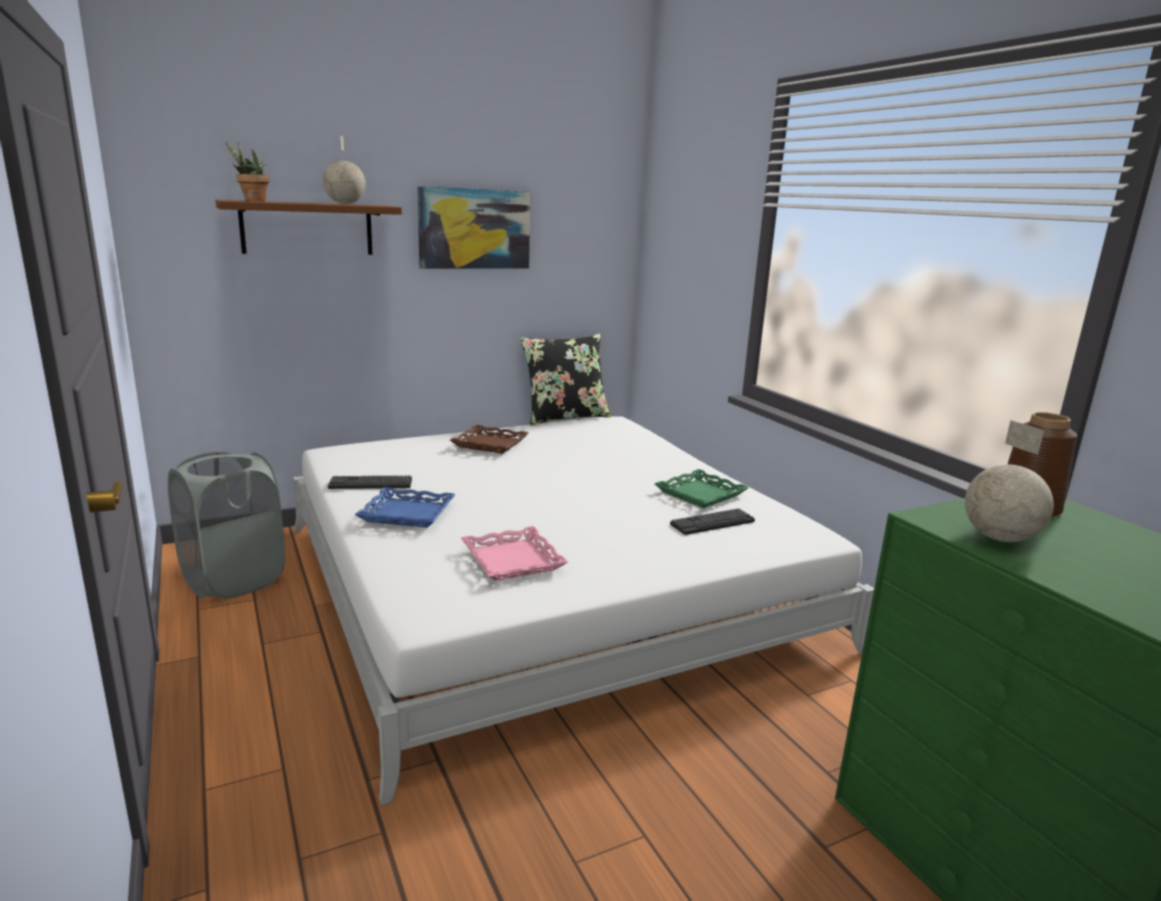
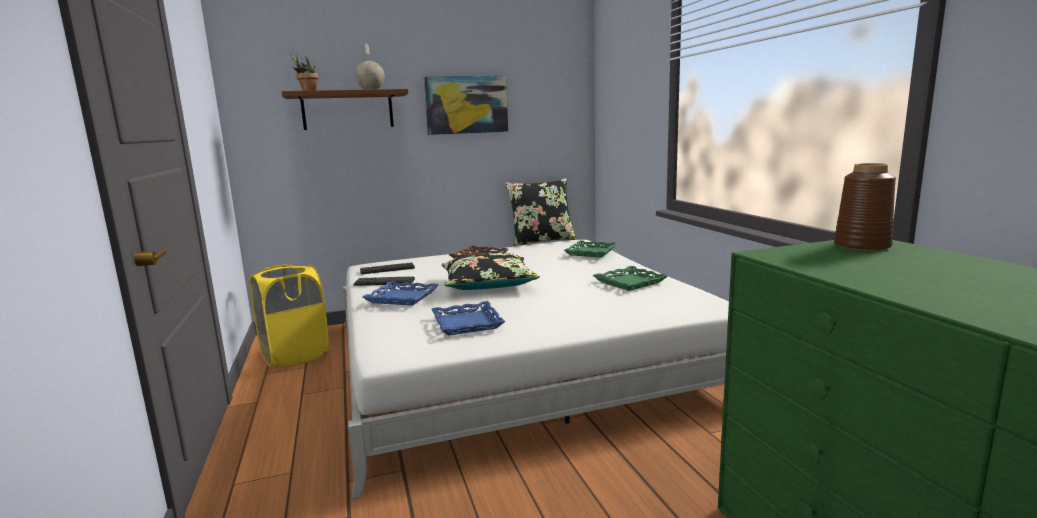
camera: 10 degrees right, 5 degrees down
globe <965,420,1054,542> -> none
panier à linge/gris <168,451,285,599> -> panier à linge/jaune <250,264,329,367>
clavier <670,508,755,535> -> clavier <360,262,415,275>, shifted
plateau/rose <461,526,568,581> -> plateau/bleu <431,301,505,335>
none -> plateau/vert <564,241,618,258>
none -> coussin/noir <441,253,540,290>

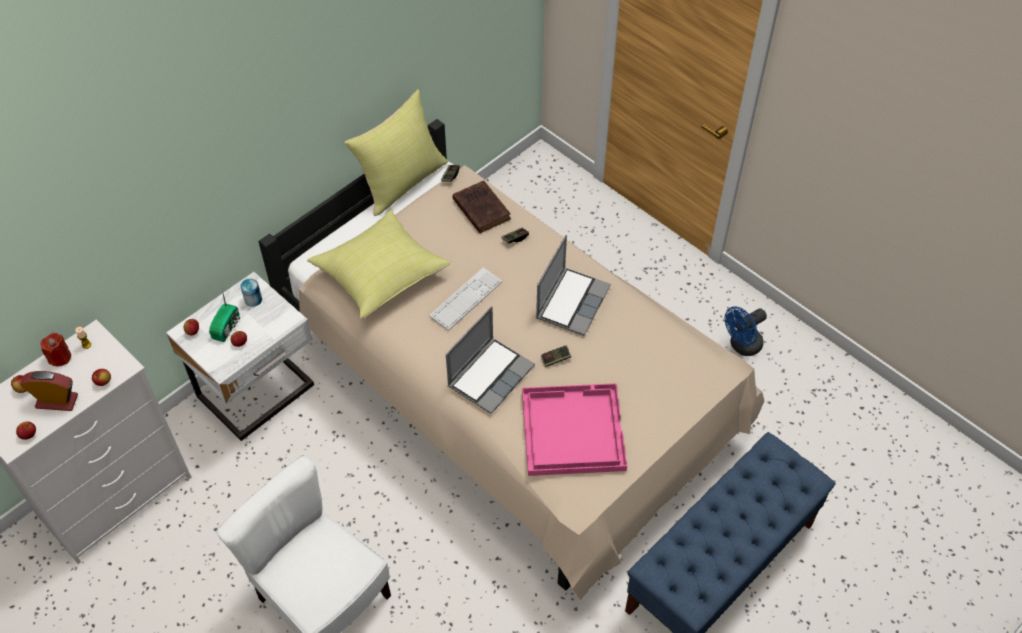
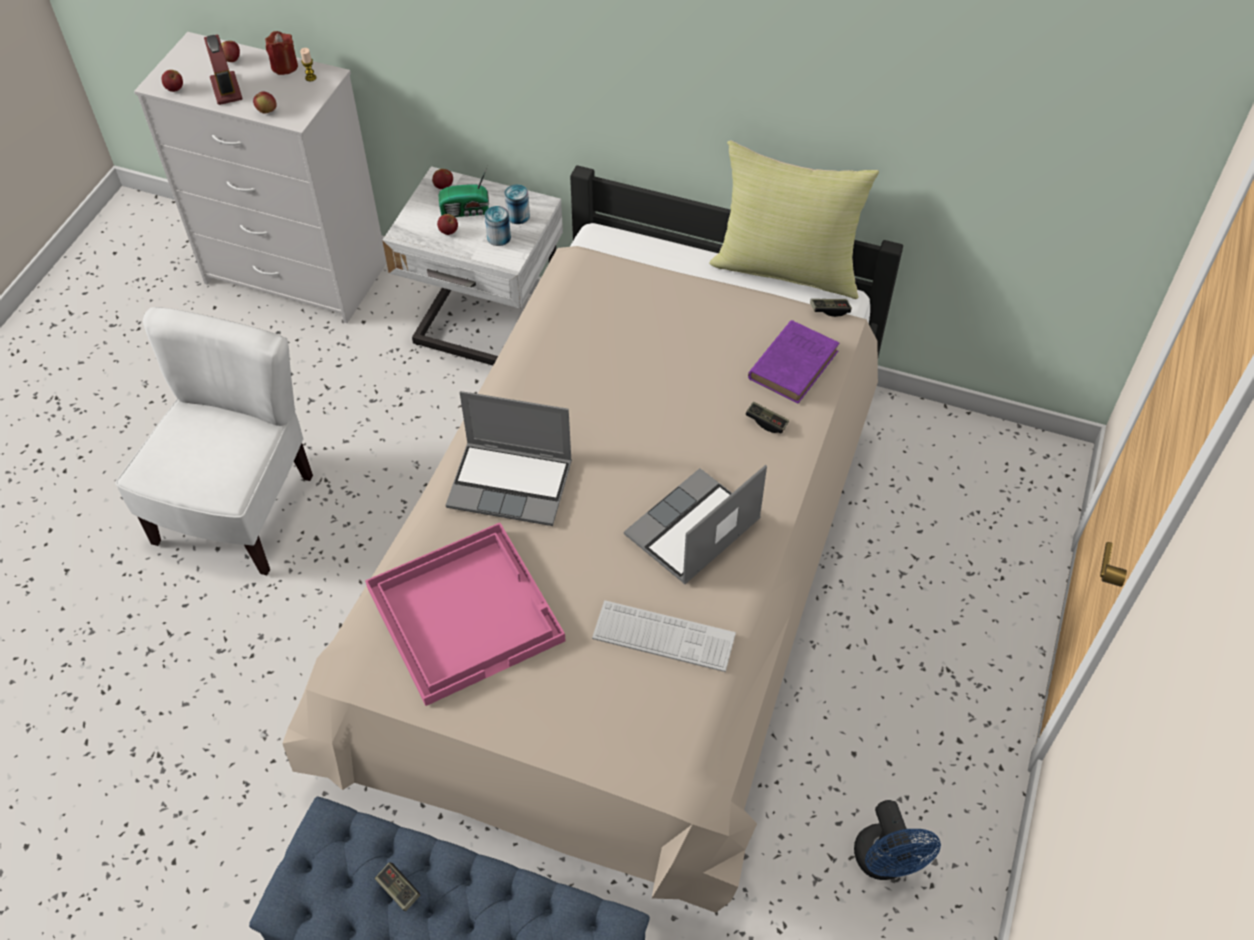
camera: 65 degrees right, 0 degrees up
livre/marron <452,181,511,233> -> livre/violet <748,320,840,403>
coussin/jaune <307,210,451,319> -> none
ordinateur portable <536,235,611,336> -> ordinateur portable <624,465,767,584>, 135 degrees clockwise
clavier <429,267,502,331> -> clavier <592,600,736,672>, shifted
ventilateur/bleu <725,306,767,356> -> ventilateur/bleu <854,800,941,880>, 135 degrees counterclockwise
manette <541,346,571,367> -> manette <375,863,420,911>, shifted
none -> boîte métallique <485,206,511,246>

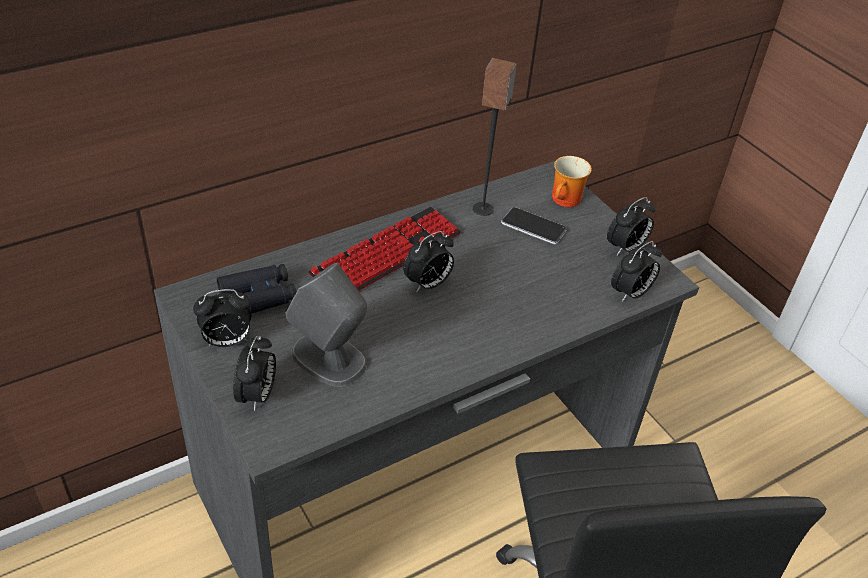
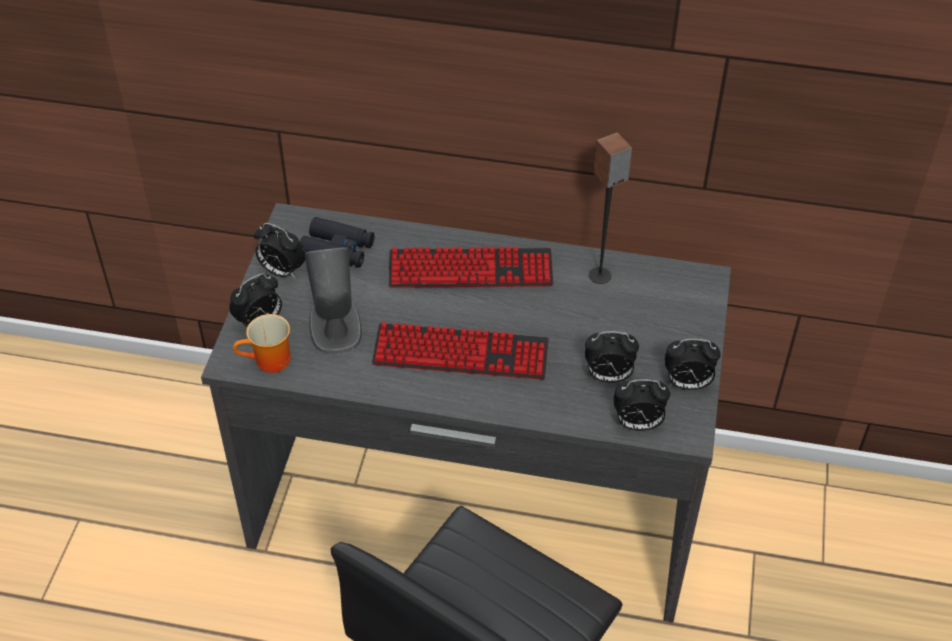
camera: 45 degrees right, 5 degrees up
mug <552,156,592,207> -> mug <233,314,291,373>, shifted
téléphone <501,207,567,244> -> none
réveil <403,231,454,292> -> réveil <585,331,639,383>, shifted
none -> clavier <372,322,549,380>

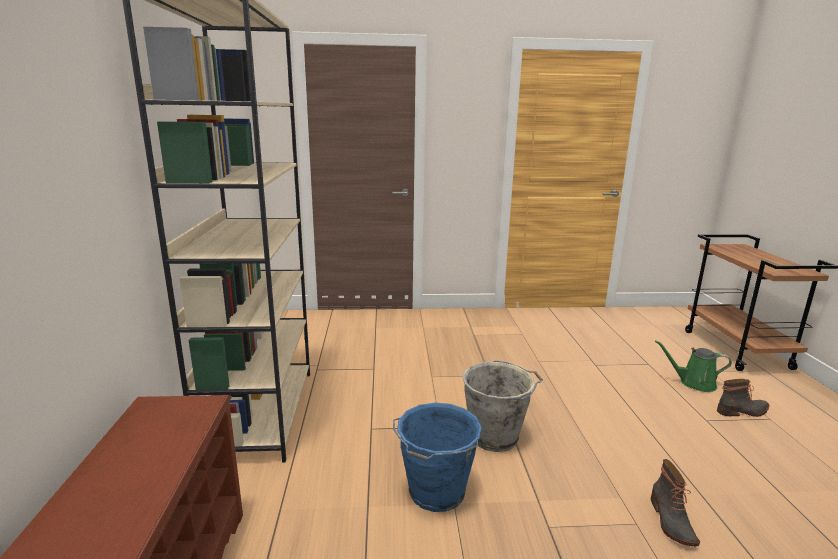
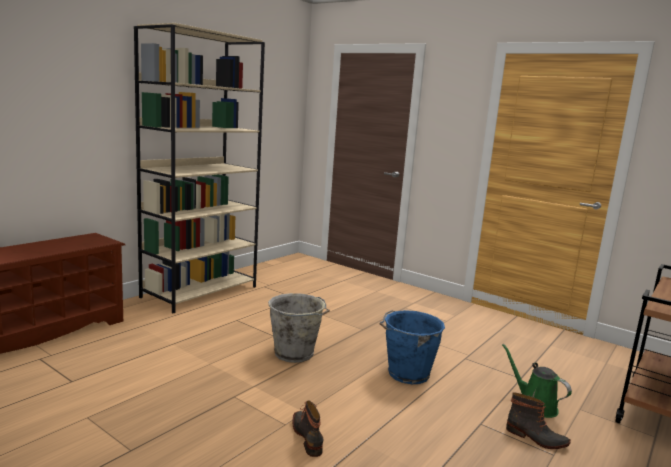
camera: 40 degrees right, 5 degrees down
seau/bleu <393,403,482,512> -> seau/bleu <379,310,445,384>, shifted
botte <651,459,700,546> -> botte <292,401,323,457>, 120 degrees clockwise

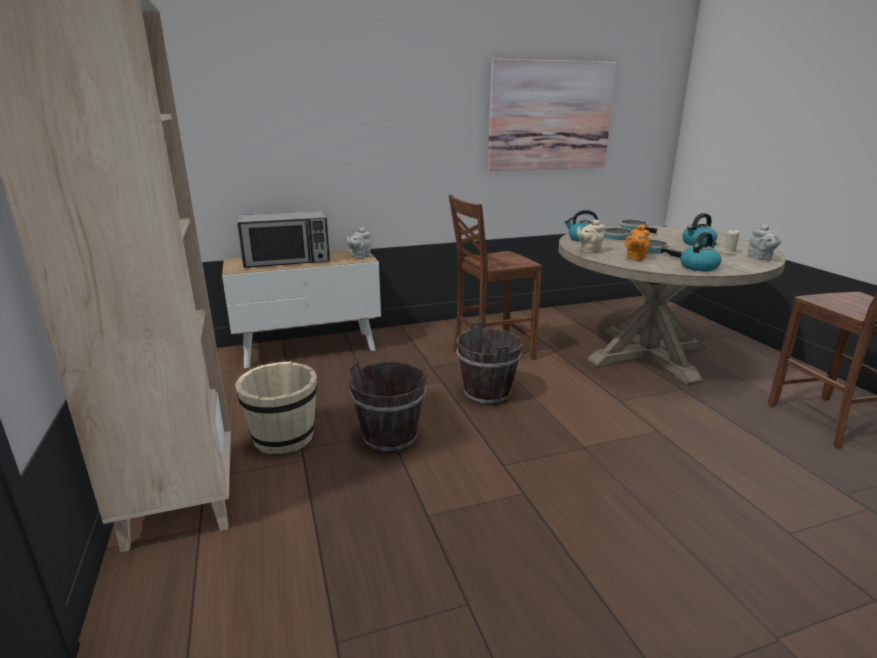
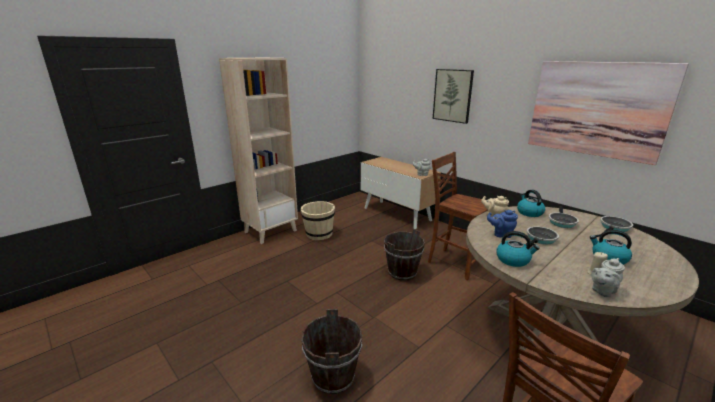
camera: 65 degrees right, 0 degrees up
micro-ondes <237,211,330,268> -> none
théière/orange <625,224,650,261> -> théière/bleu <487,210,518,238>
seau/marron <349,361,427,453> -> seau/marron <301,309,362,394>, shifted
none -> tableau <433,69,474,124>

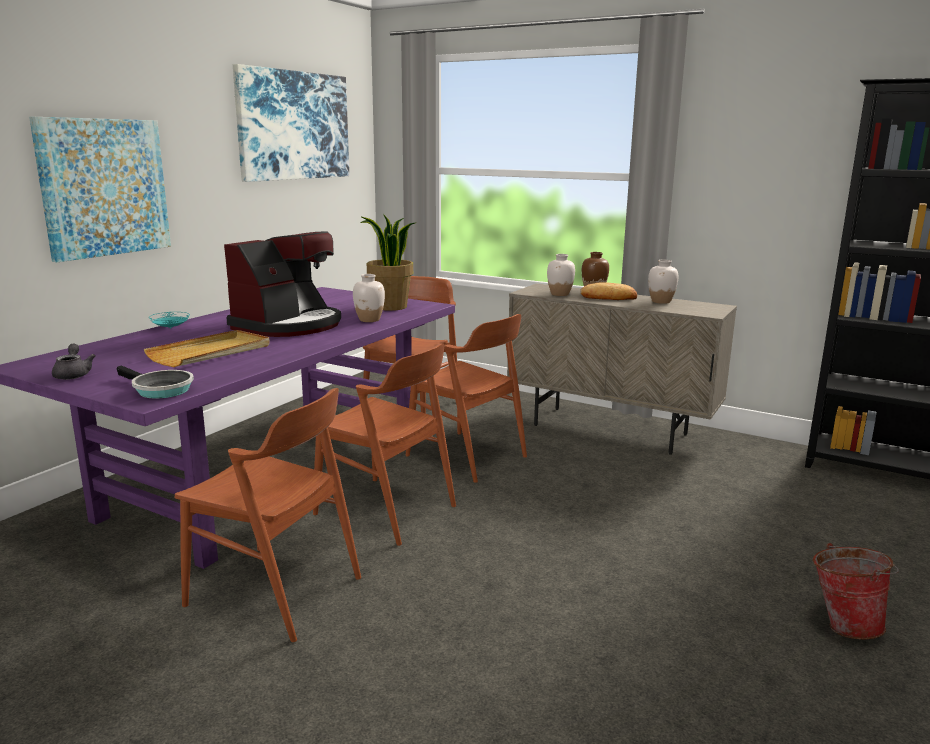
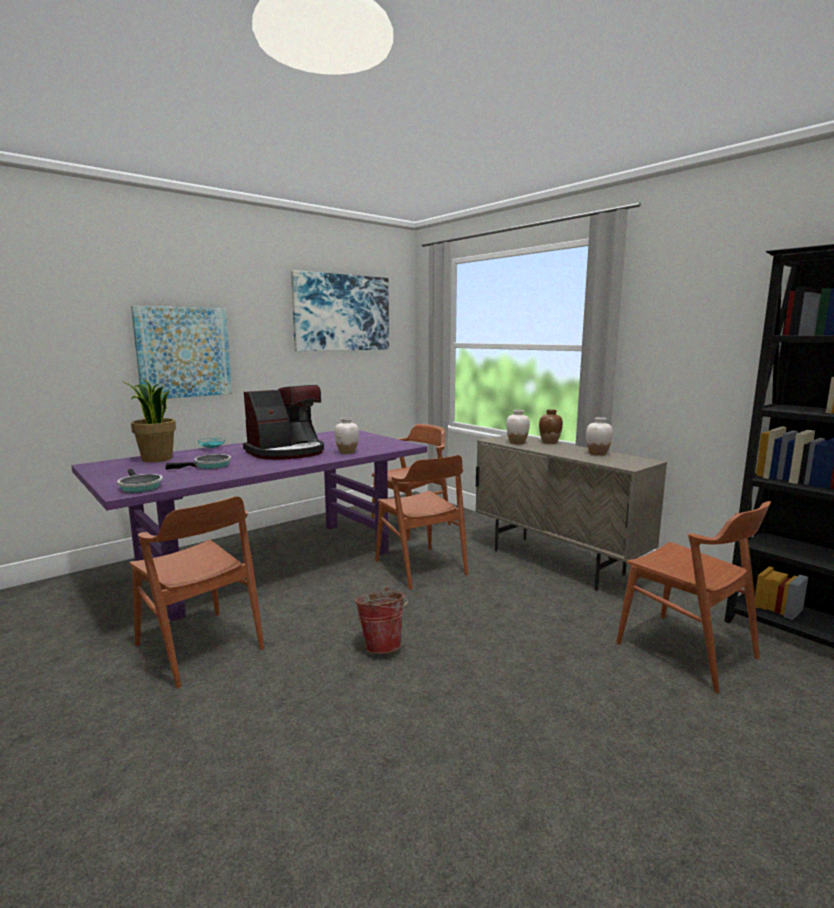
camera: 20 degrees right, 5 degrees down
plante en pot <360,214,417,311> -> plante en pot <122,379,176,462>, shifted
pain <580,282,637,300> -> none
plateau/beige <144,330,270,367> -> poêle <166,454,231,470>
chaise/marron <313,343,456,546> -> chaise/marron <616,501,771,693>, shifted
théière/gris <52,344,95,380> -> none
seau <813,543,899,639> -> seau <355,588,408,654>, shifted

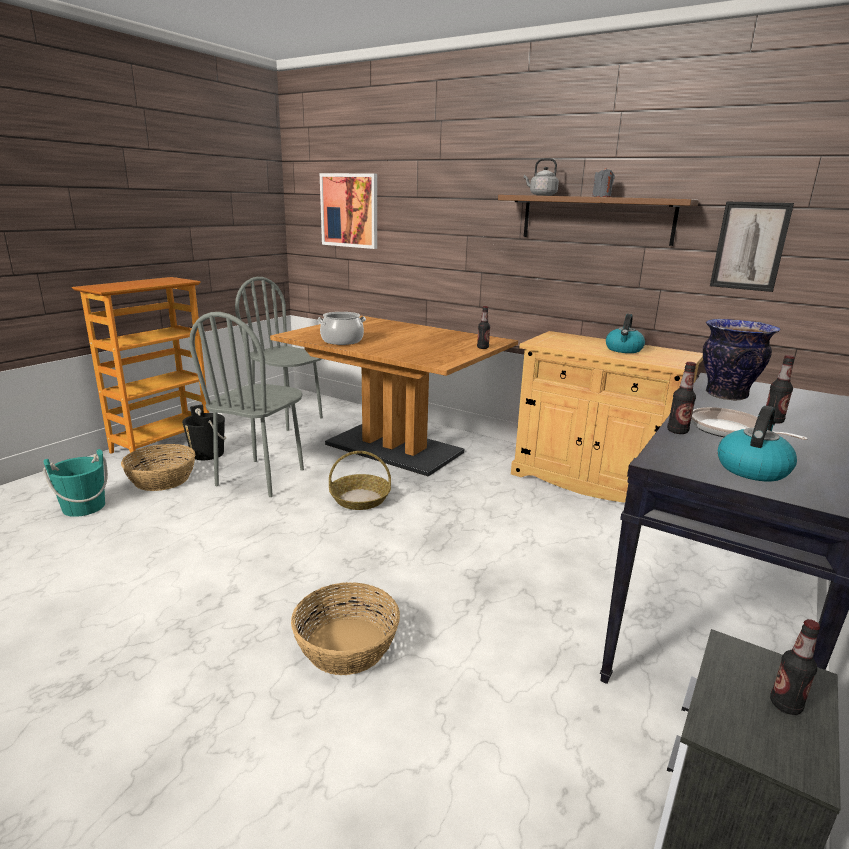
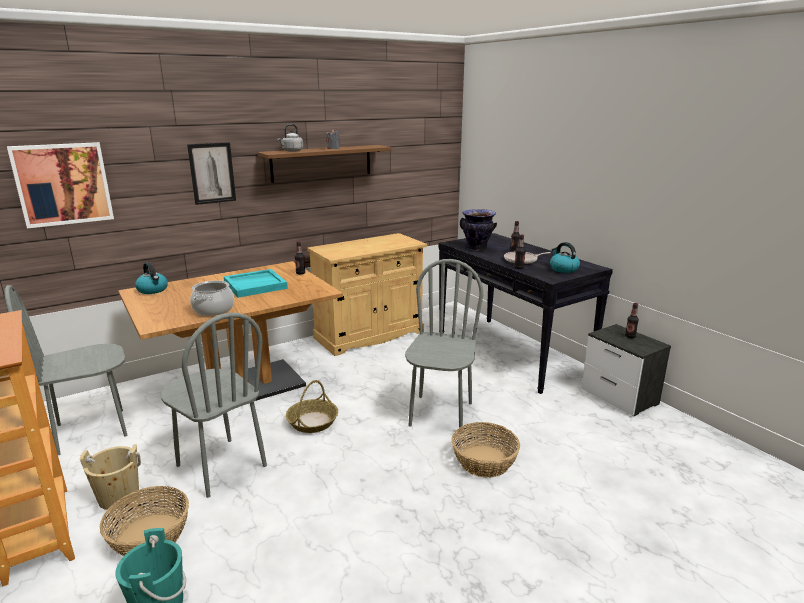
camera: 65 degrees left, 0 degrees up
tableau <710,201,794,292> -> tableau <187,142,236,205>, shifted
bouilloire <606,314,645,353> -> bouilloire <135,262,168,294>, shifted
seau/noir <182,405,226,460> -> seau/beige <80,444,141,510>
none -> chaise/gris <405,259,483,433>
none -> plateau/turquoise <224,269,288,298>

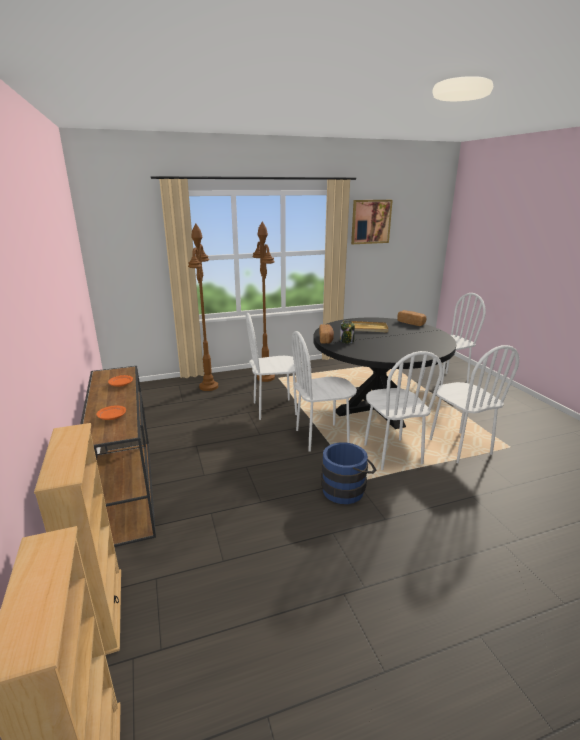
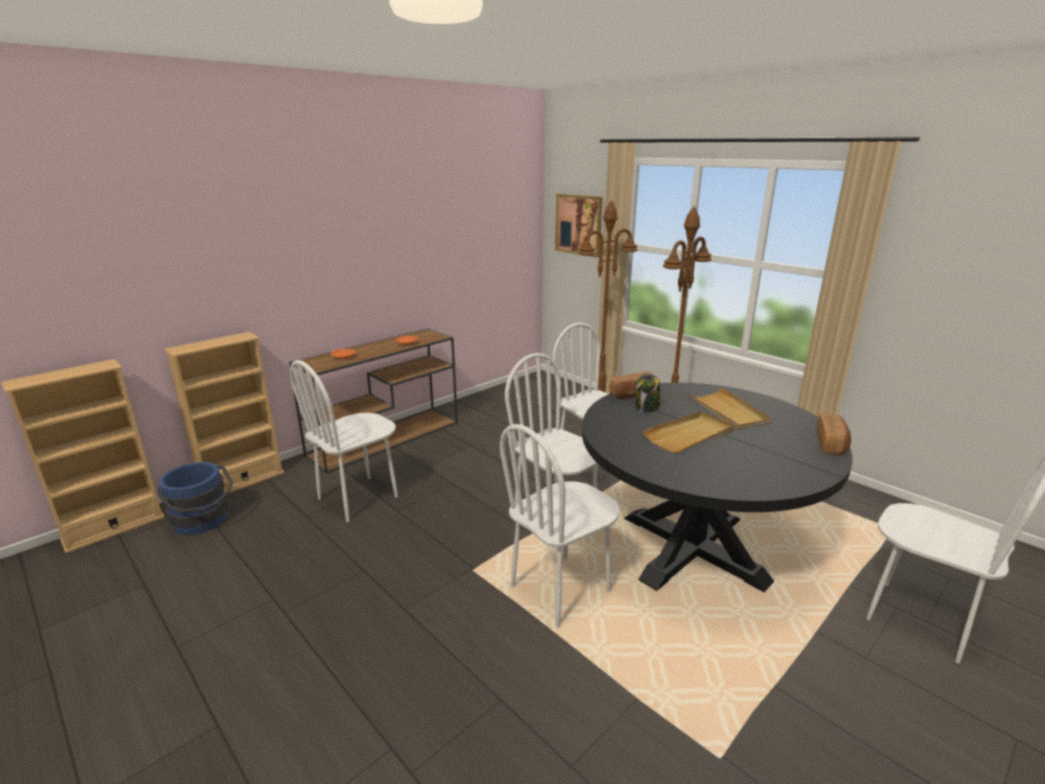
camera: 65 degrees right, 0 degrees up
tableau <351,200,393,244> -> tableau <555,194,603,257>, shifted
chaise/blanc <429,345,519,463> -> chaise/blanc <290,360,398,522>, shifted
seau/bleu <321,442,376,504> -> seau/bleu <157,462,233,535>, shifted
none -> plateau/beige <643,411,734,453>

